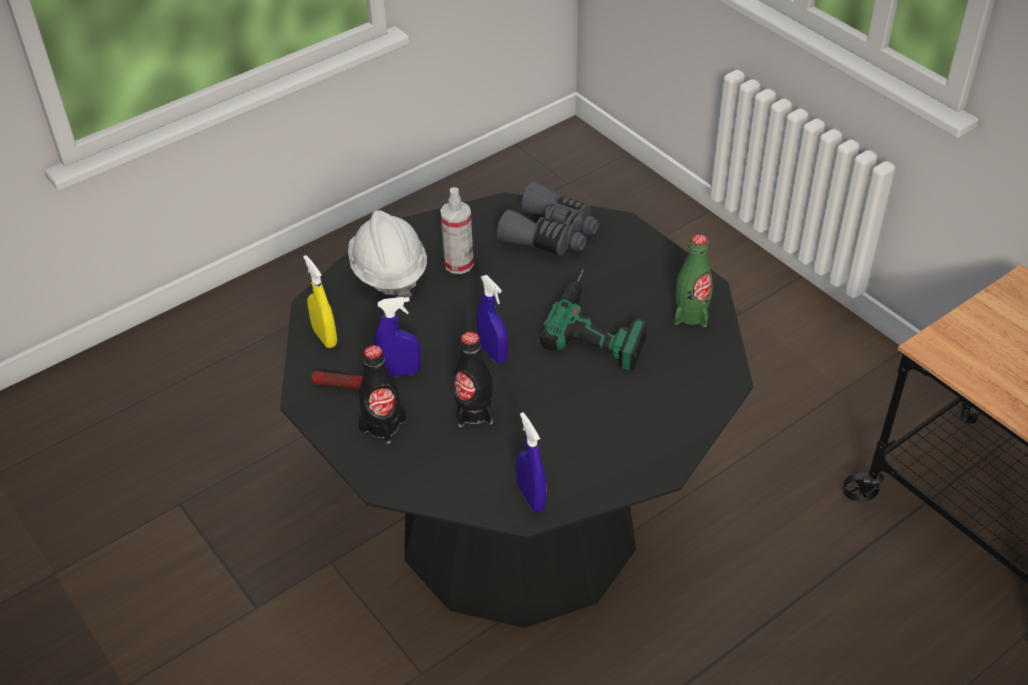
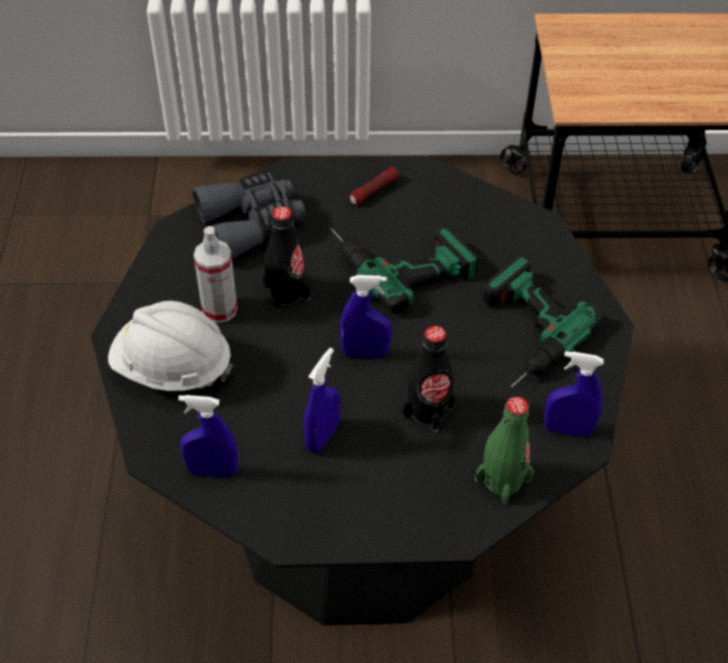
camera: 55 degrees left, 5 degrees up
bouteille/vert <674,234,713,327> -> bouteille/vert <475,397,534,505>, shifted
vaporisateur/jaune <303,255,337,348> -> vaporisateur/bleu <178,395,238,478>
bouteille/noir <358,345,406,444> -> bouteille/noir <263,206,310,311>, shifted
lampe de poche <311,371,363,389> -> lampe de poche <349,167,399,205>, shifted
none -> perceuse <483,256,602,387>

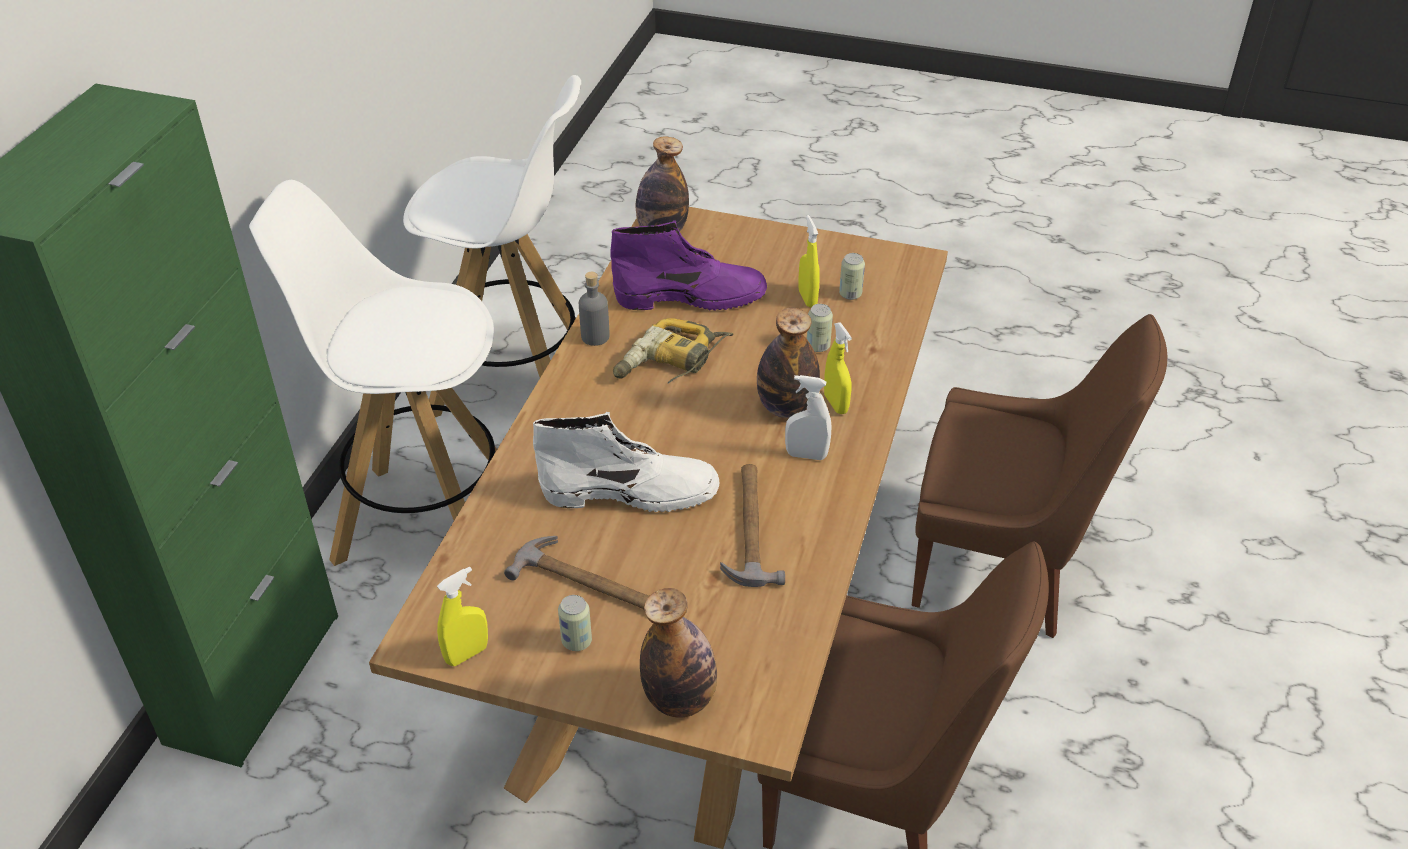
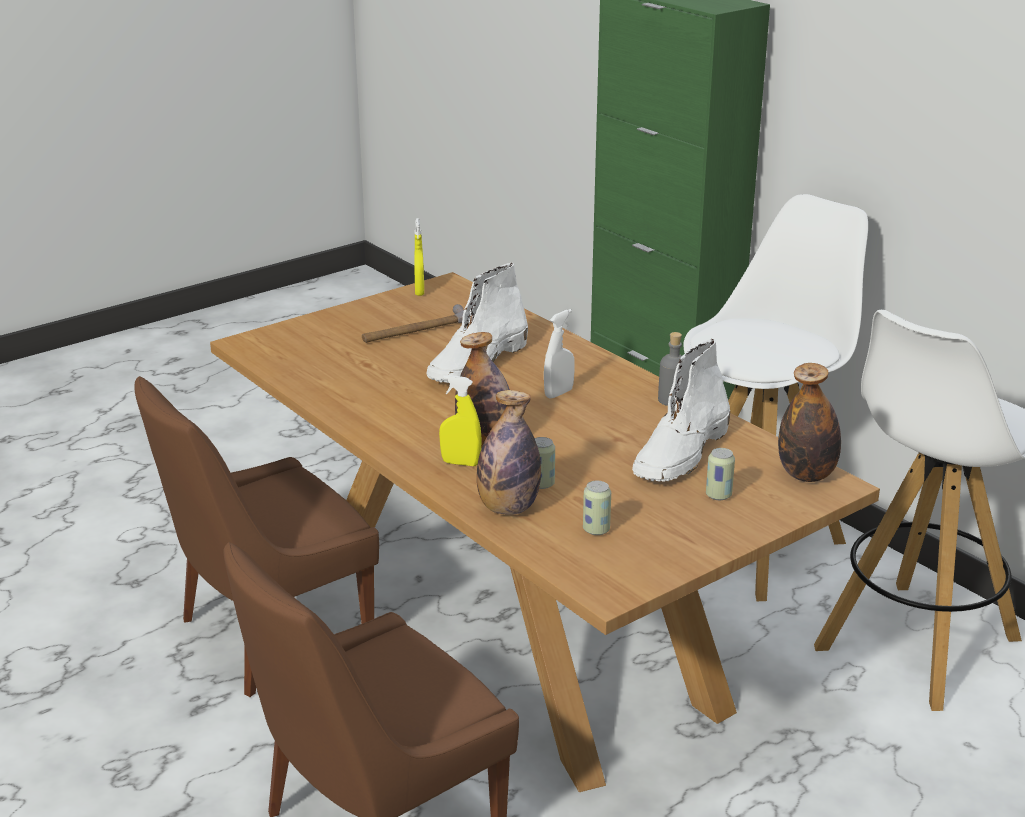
camera: 125 degrees right, 15 degrees down
vaporisateur/jaune <798,215,820,307> -> none
botte/violet <610,220,767,310> -> botte/blanc <632,339,730,482>
perceuse <613,318,733,384> -> none
vaporisateur/blanc <785,375,831,460> -> vaporisateur/blanc <544,309,575,399>, shifted
marteau <720,464,785,587> -> none
bouteille <640,588,717,718> -> bouteille <477,390,541,515>, shifted
boîte métallique <558,595,592,651> -> boîte métallique <706,448,735,500>, shifted

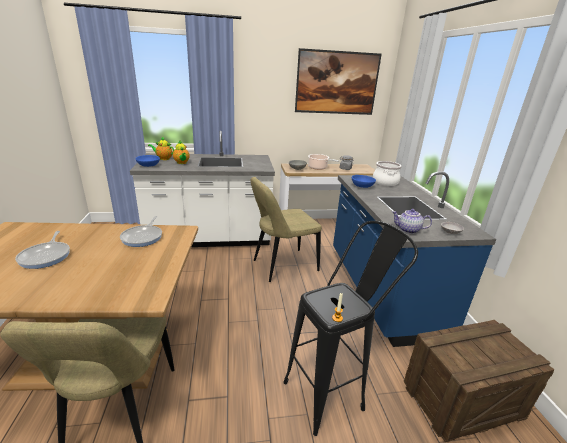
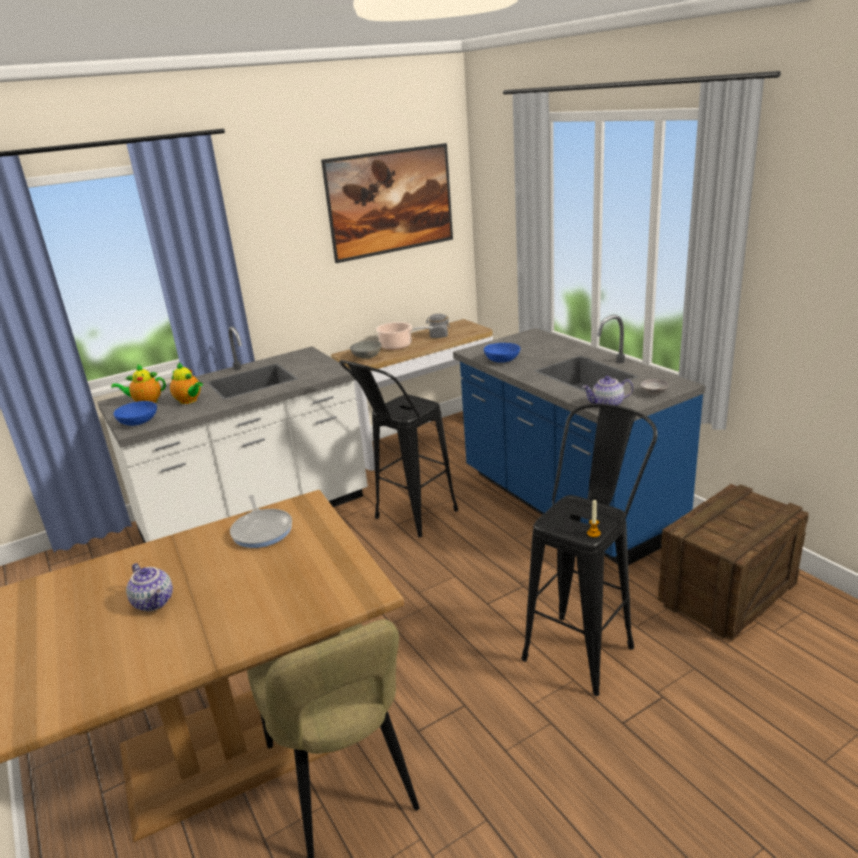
camera: 20 degrees left, 0 degrees up
marmite <373,161,402,186> -> none
chaise/beige <250,177,322,282> -> tabouret/noir <339,360,458,537>
poêle <15,231,70,269> -> théière <126,563,173,611>

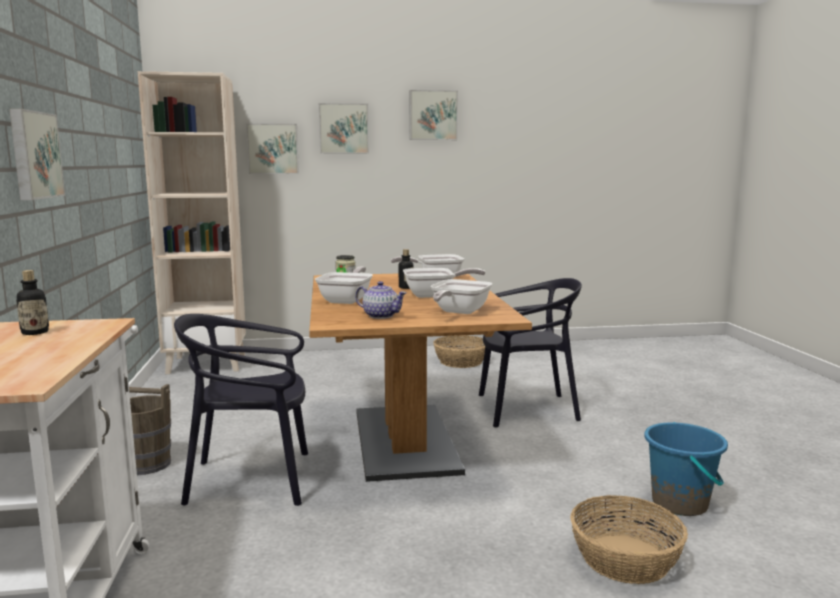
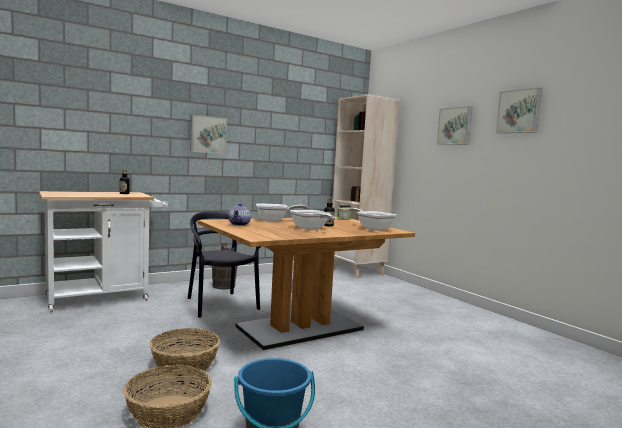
camera: 65 degrees right, 5 degrees down
tableau <246,123,299,174> -> none
chaise/noir <479,278,582,428> -> none
poêle <431,279,493,314> -> none
panier <433,335,485,368> -> panier <150,328,220,374>, shifted

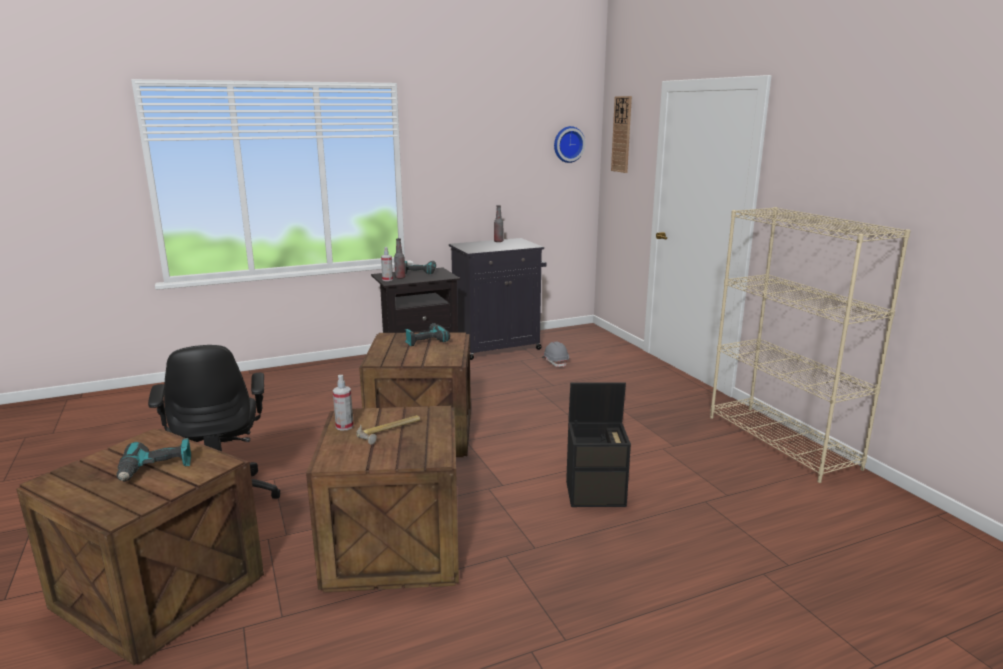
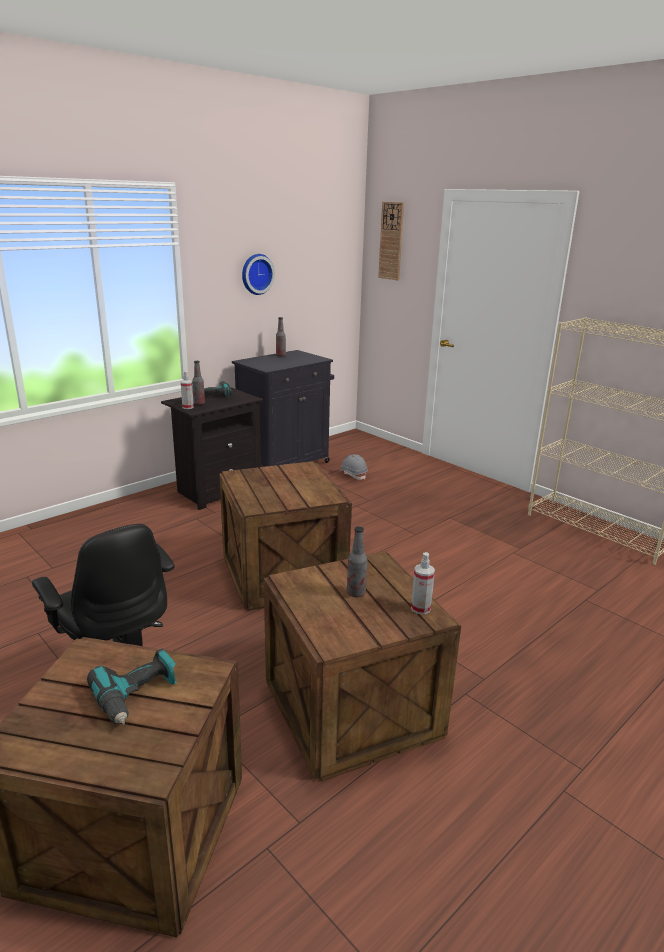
camera: 20 degrees left, 5 degrees up
horloge murale <554,126,585,163> -> horloge murale <242,254,275,295>, shifted
perceuse <405,323,450,346> -> none
vaporisateur <333,375,354,431> -> vaporisateur <411,552,435,614>, shifted
boîte de rangement/noir <566,382,631,507> -> none
marteau <357,415,420,445> -> bouteille <347,526,367,597>

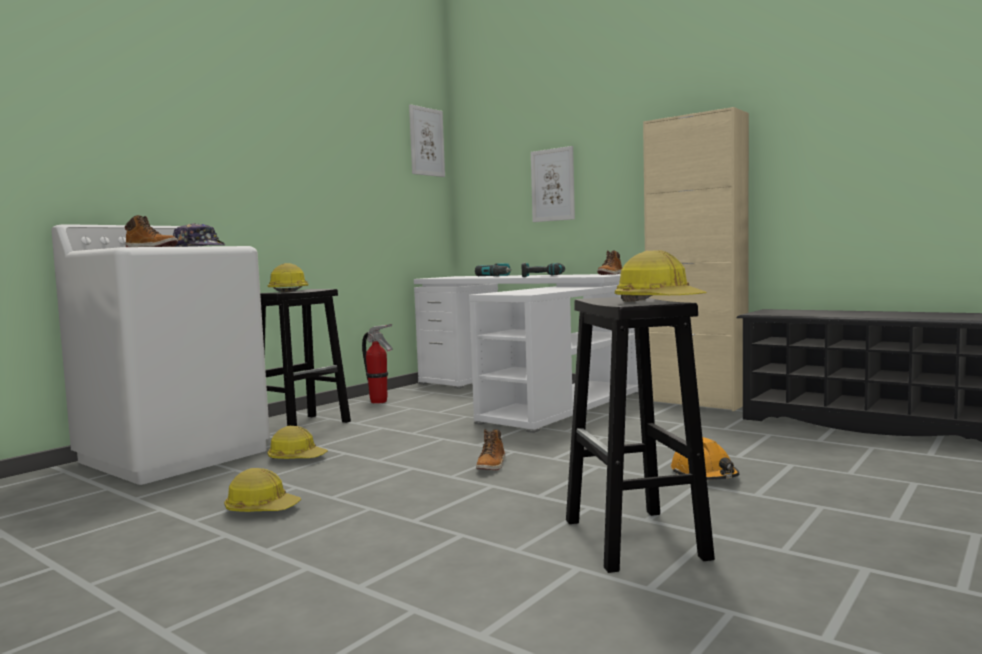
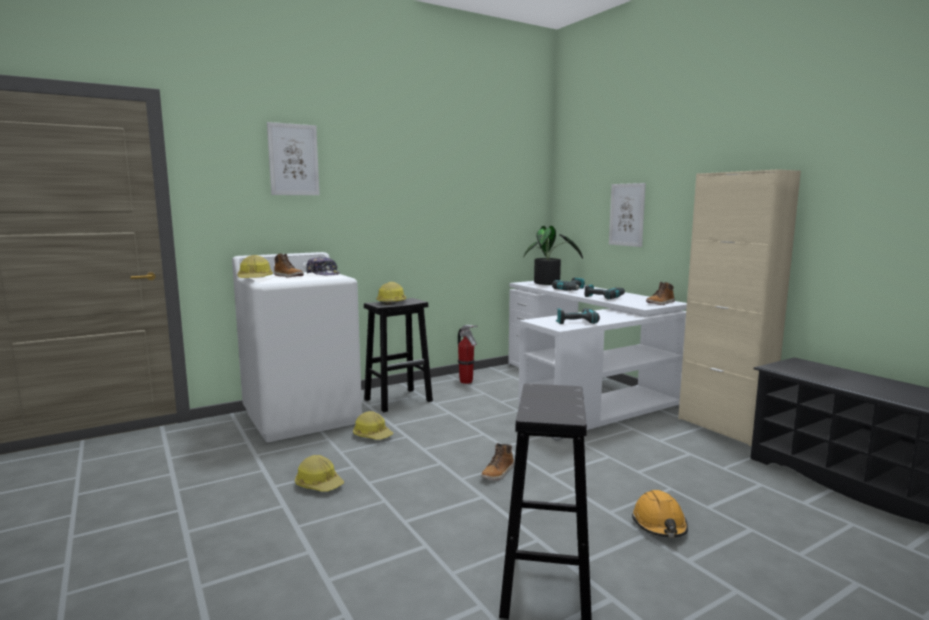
camera: 20 degrees right, 5 degrees up
tableau <409,104,445,177> -> tableau <267,122,320,195>, shifted
casque de chantier <615,250,707,302> -> casque de chantier <237,255,273,278>, shifted
none -> plante en pot <523,226,583,285>
none -> perceuse <556,308,600,324>

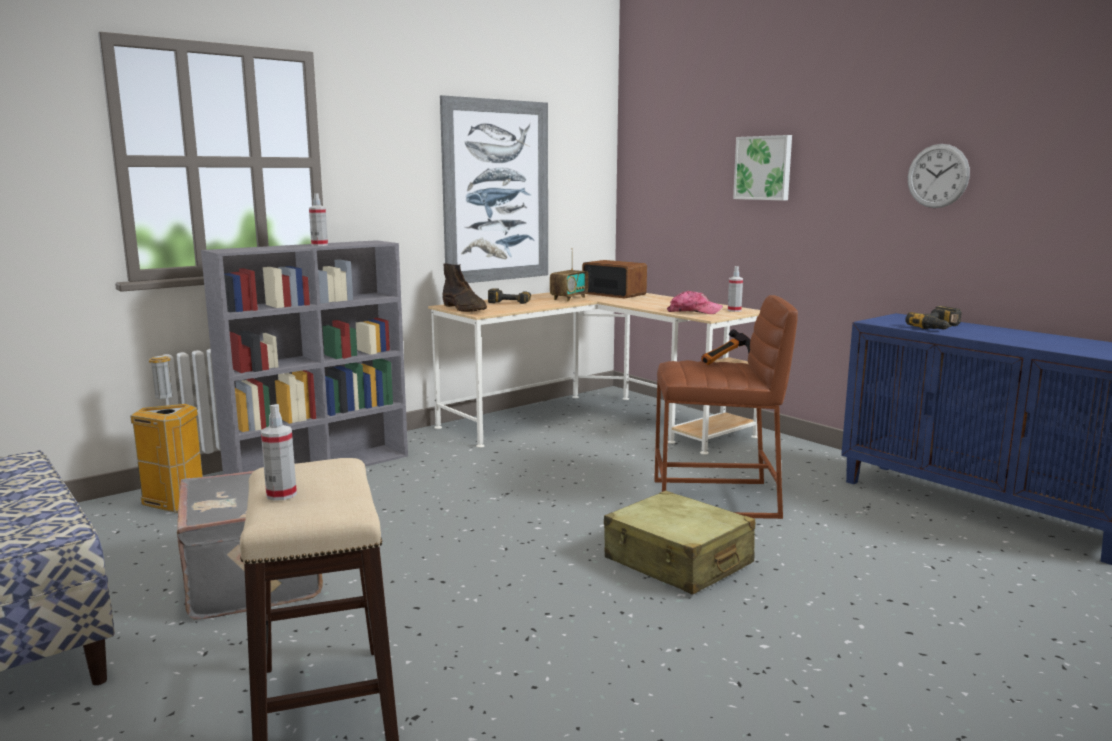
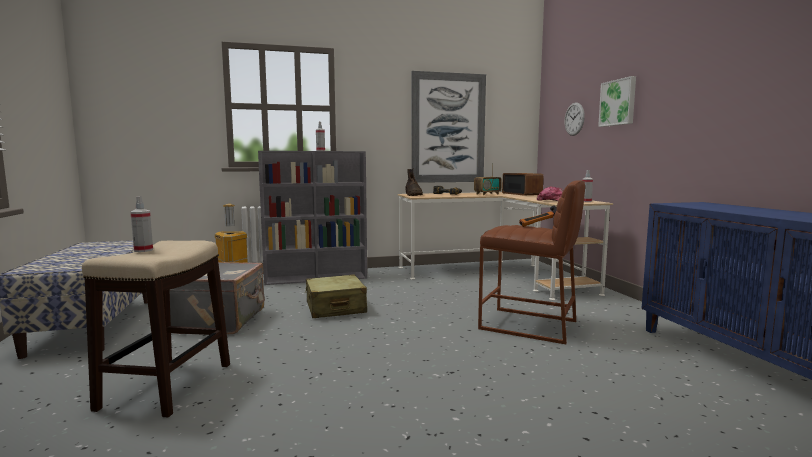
camera: 25 degrees right, 5 degrees down
horloge murale <908,144,970,208> -> horloge murale <564,102,585,136>, shifted
perceuse <905,306,962,329> -> none
valise/beige <604,490,755,595> -> valise/beige <305,274,367,318>, shifted

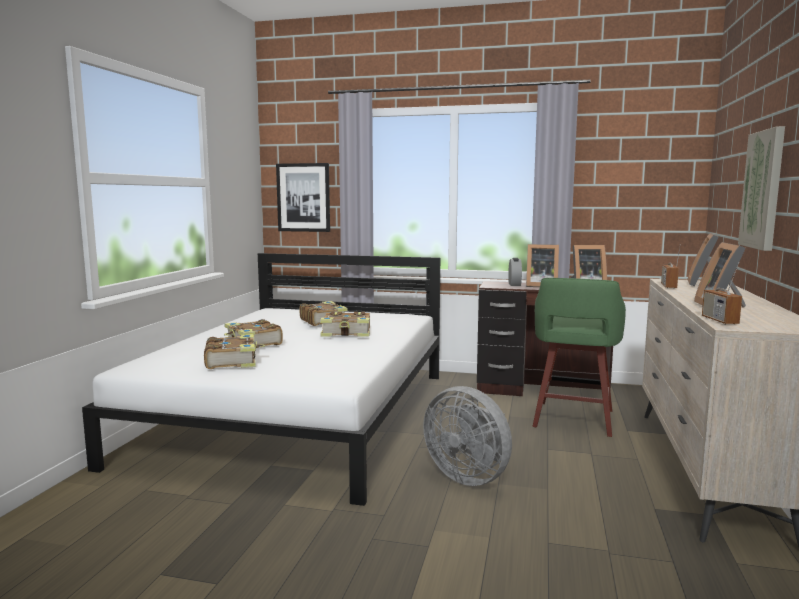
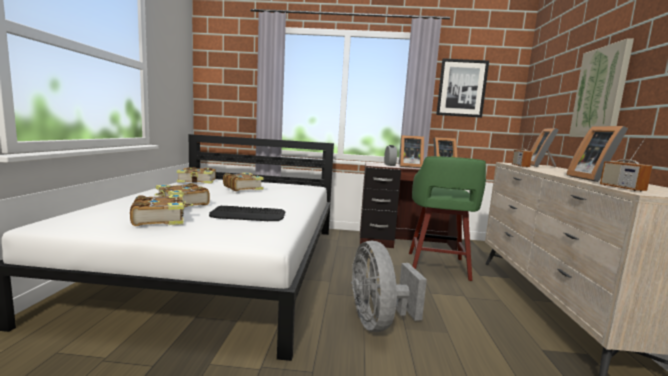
camera: 10 degrees left, 0 degrees up
tableau <276,163,330,232> -> tableau <436,58,489,118>, shifted
livre <320,312,370,337> -> livre <177,167,216,183>, shifted
ventilateur/gris <423,386,512,486> -> ventilateur/gris <351,241,427,332>, 45 degrees clockwise
none -> clavier <209,206,285,221>

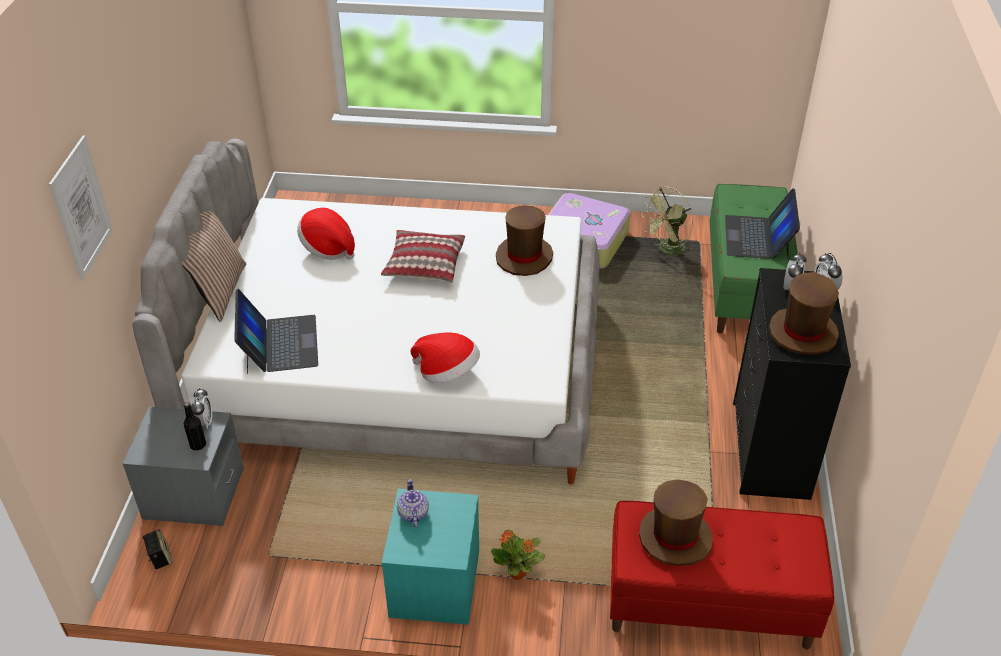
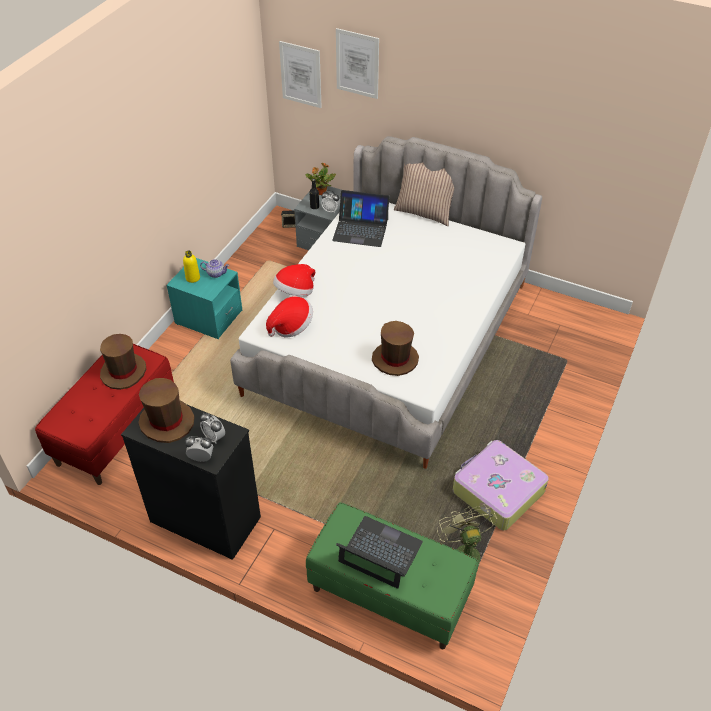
camera: 110 degrees right, 5 degrees up
chapeau <297,208,355,260> -> chapeau <266,296,313,338>, shifted
coussin <381,230,465,283> -> none
plante en pot <491,530,545,580> -> plante en pot <306,163,336,195>, shifted
none -> tableau <279,41,322,108>
none -> bouteille/jaune <183,250,200,283>

